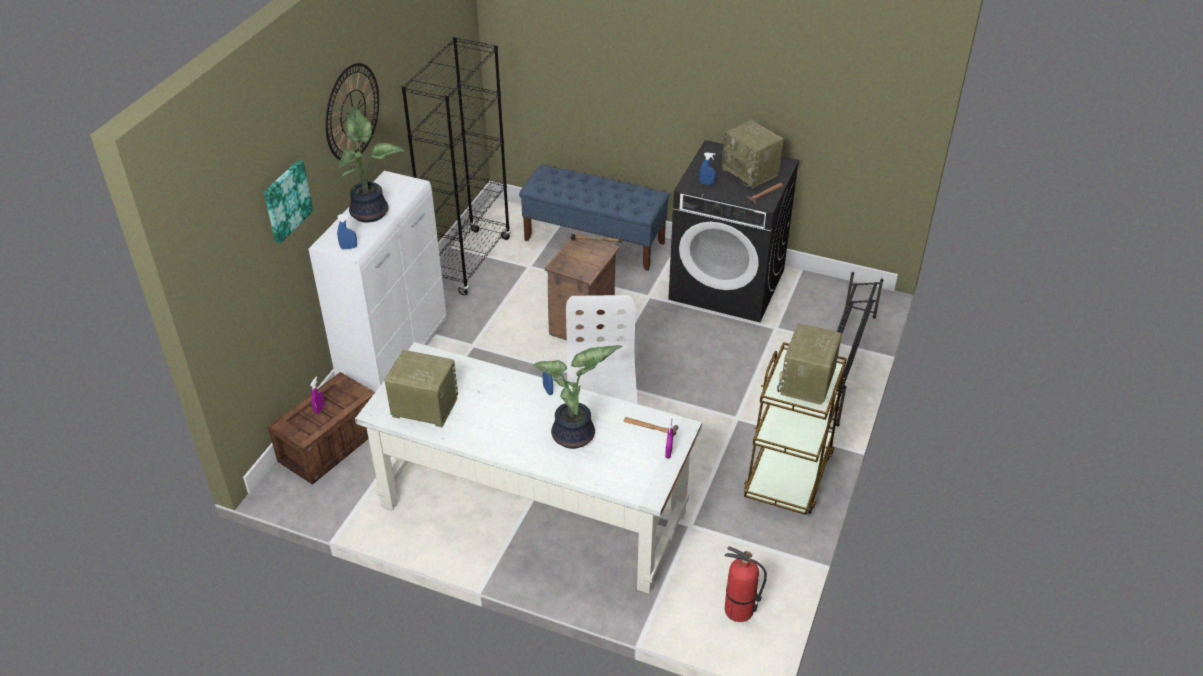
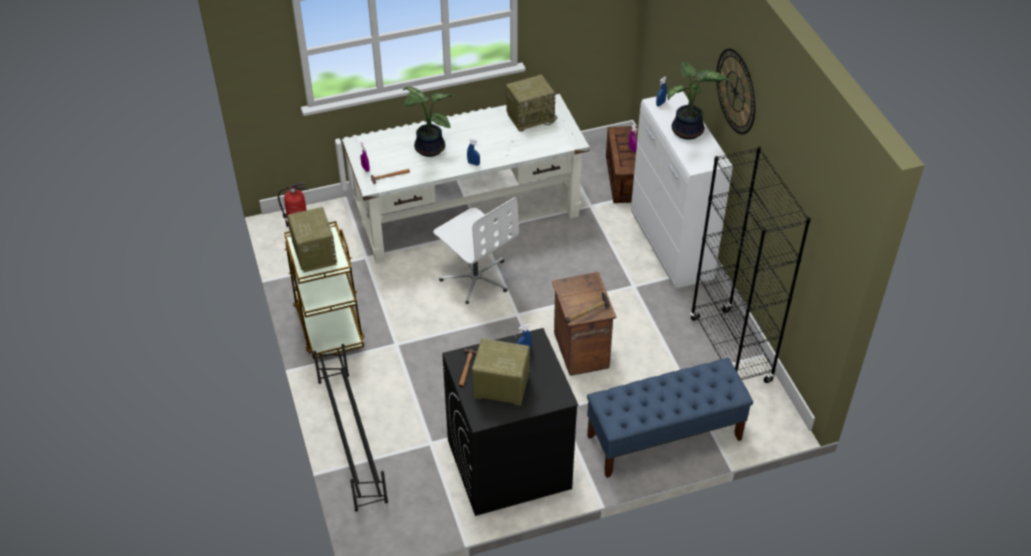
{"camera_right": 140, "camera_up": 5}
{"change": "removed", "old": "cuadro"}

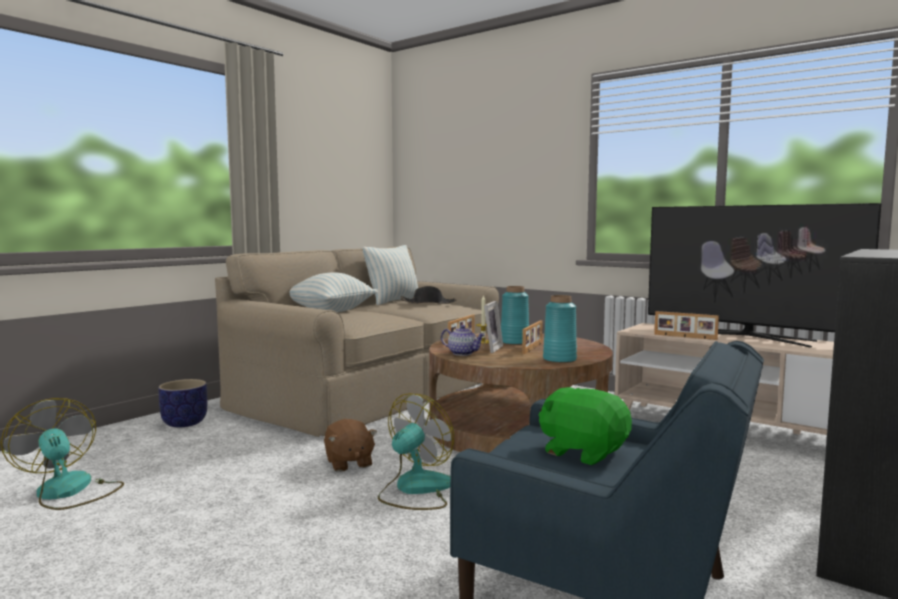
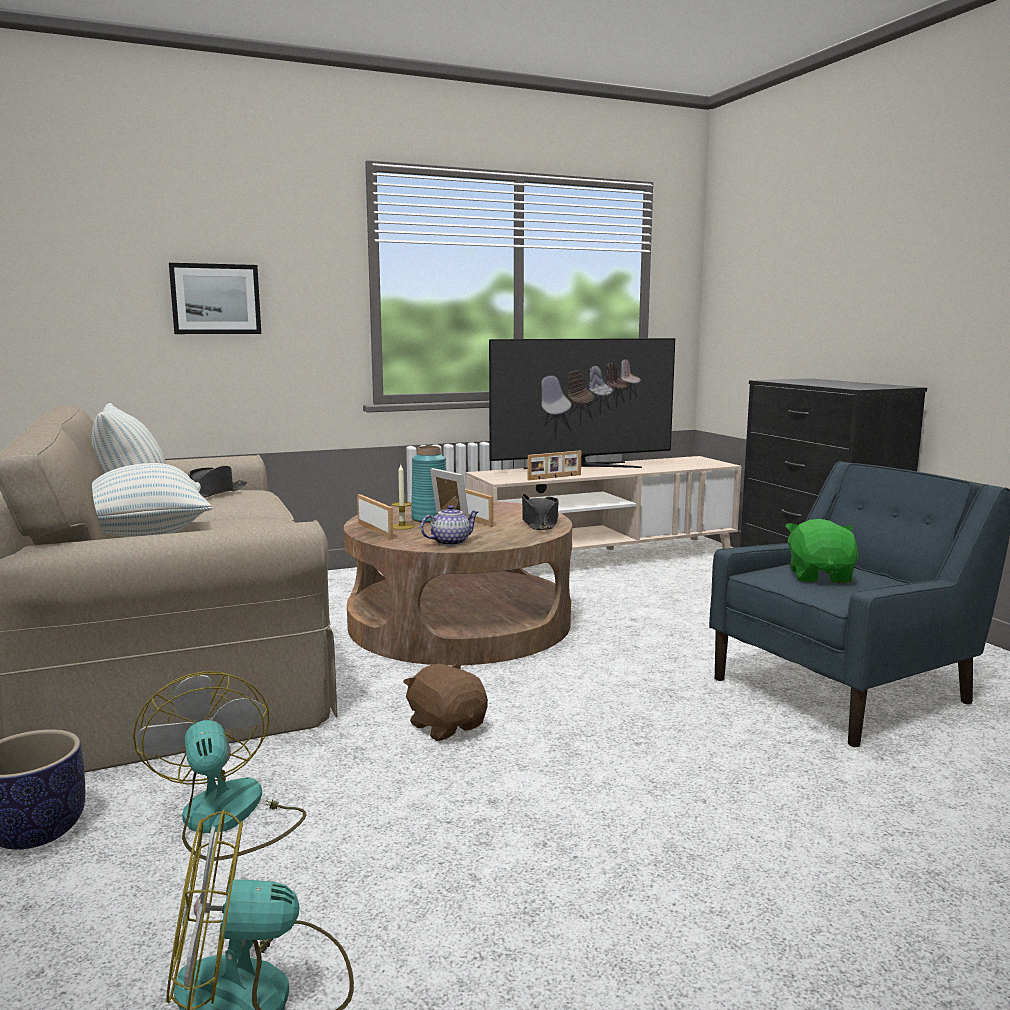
{"camera_right": -60, "camera_up": 5}
{"change": "turned", "old": "peluche [marrón]", "degrees": -135}
{"change": "moved", "old": "ventilador (2nd from left in the first image)", "new": "ventilador (1st from left)"}
{"change": "turned", "old": "peluche [verde]", "degrees": 120}
{"change": "replaced", "old": "florero [turquesa] (2nd from left)", "new": "sombrero [negro] (2nd from left)"}
{"change": "added", "new": "cuadro"}

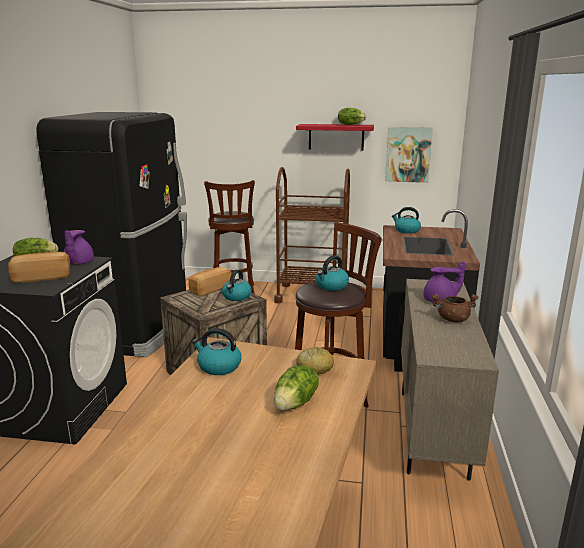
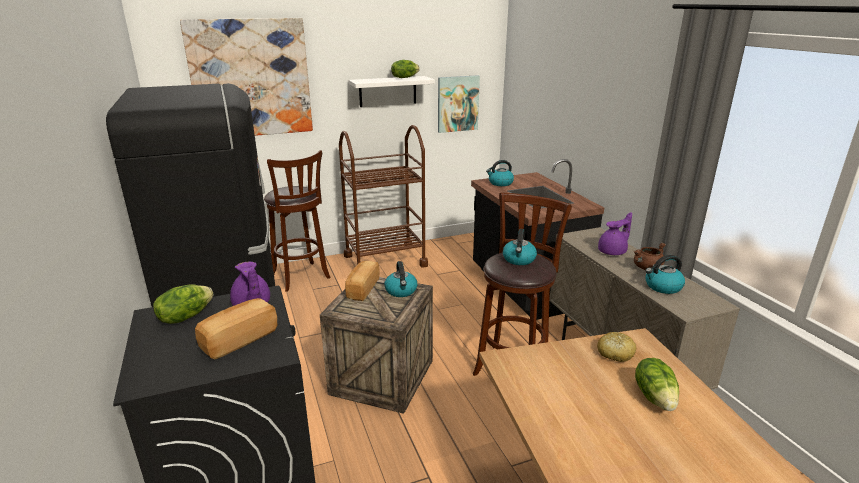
{"camera_right": -30, "camera_up": 5}
{"change": "moved", "old": "hervidor (1st from left in the first image)", "new": "hervidor (4th from left)"}
{"change": "recoloured", "old": "estante [rojo]", "new": "estante [blanco]"}
{"change": "added", "new": "cuadro (1st from left)"}

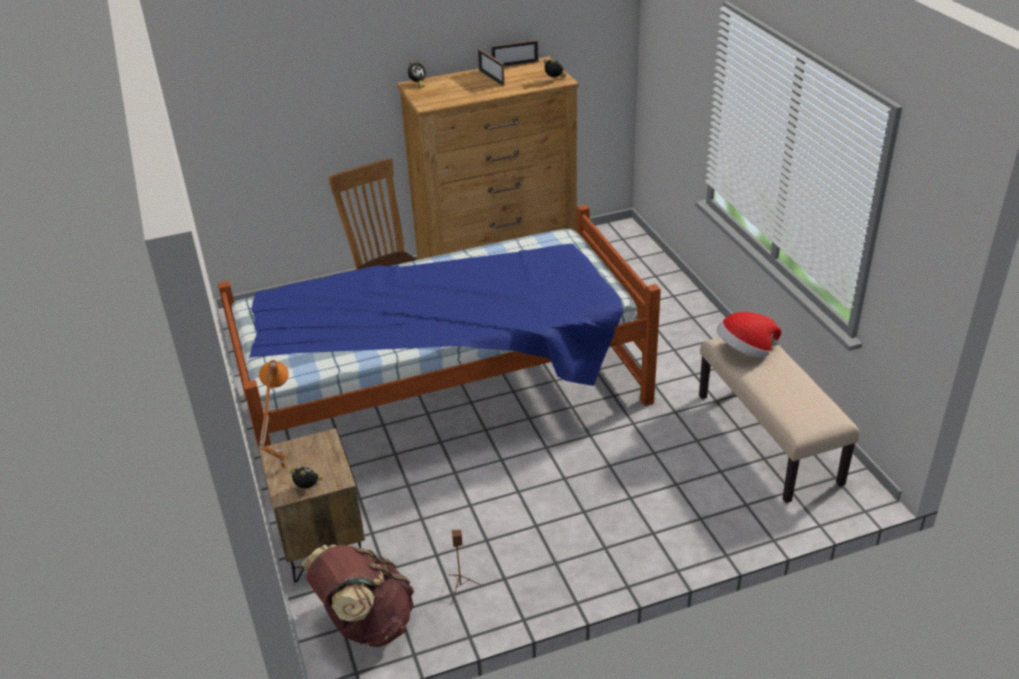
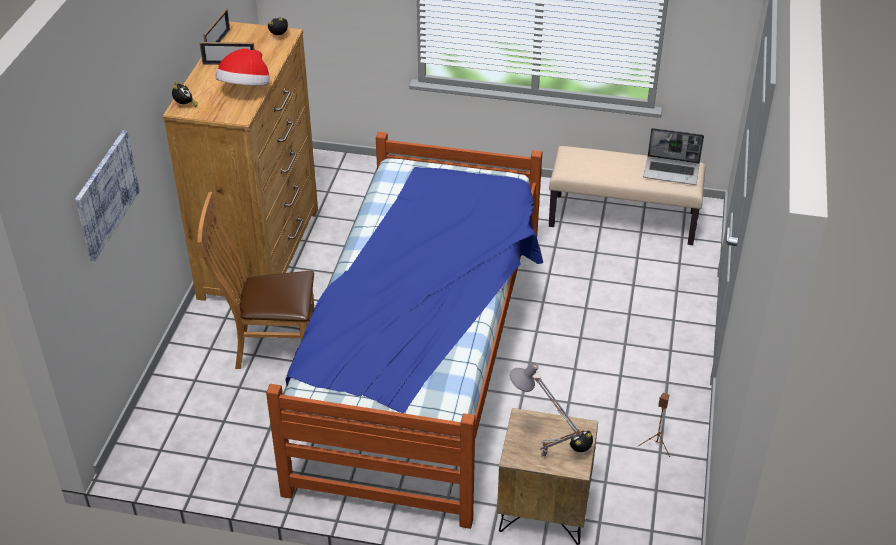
{"camera_right": -60, "camera_up": 5}
{"change": "recoloured", "old": "lámpara de mesa [naranja]", "new": "lámpara de mesa [gris]"}
{"change": "removed", "old": "mochila [marrón]"}
{"change": "moved", "old": "sombrero"}
{"change": "added", "new": "cuadro"}
{"change": "added", "new": "portátil"}

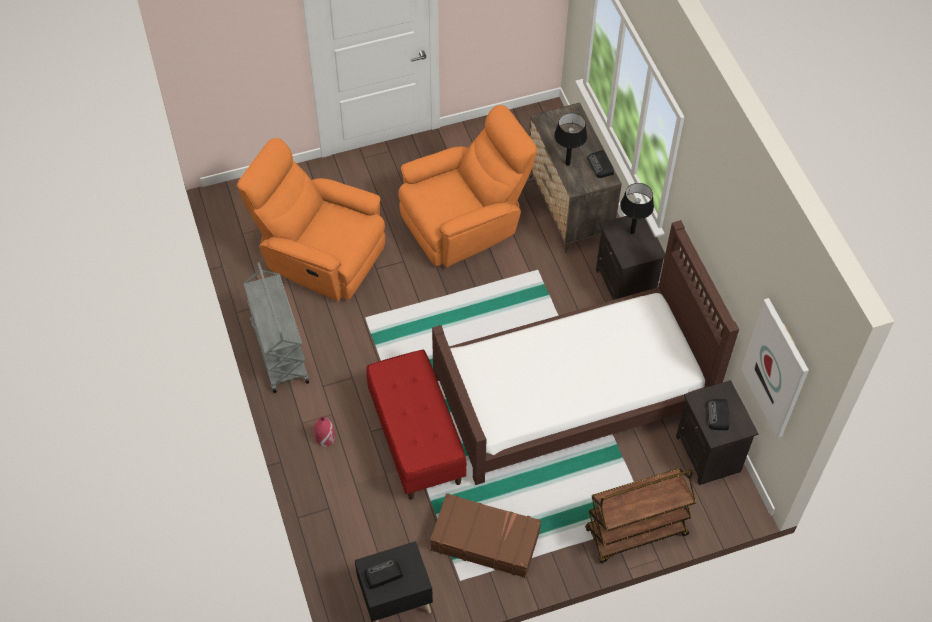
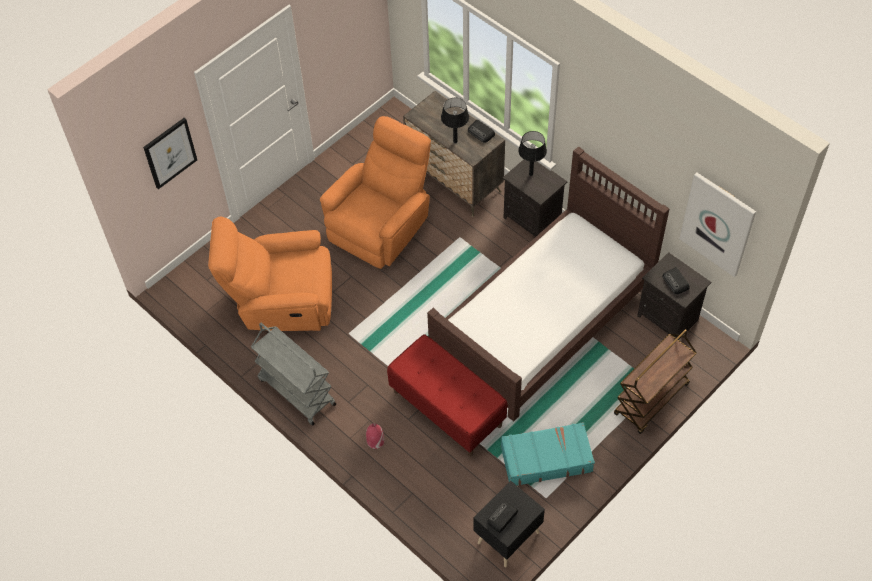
{"camera_right": -25, "camera_up": 0}
{"change": "recoloured", "old": "maleta [marrón]", "new": "maleta [turquesa]"}
{"change": "added", "new": "cuadro (1st from left)"}

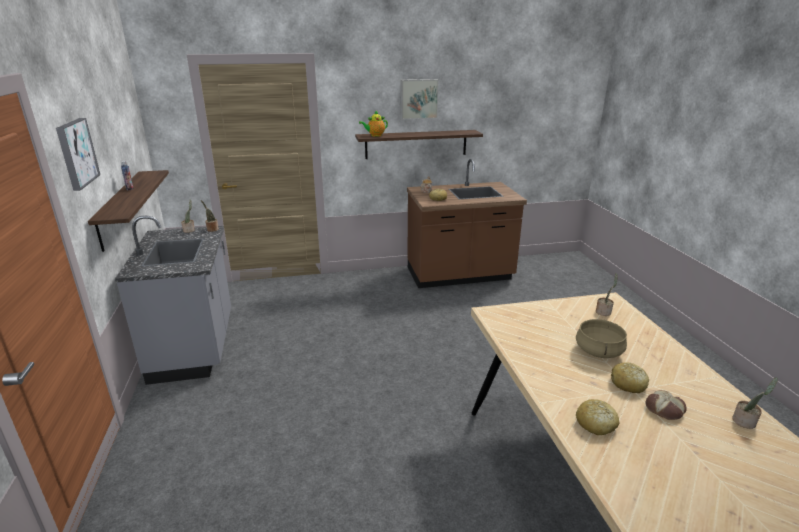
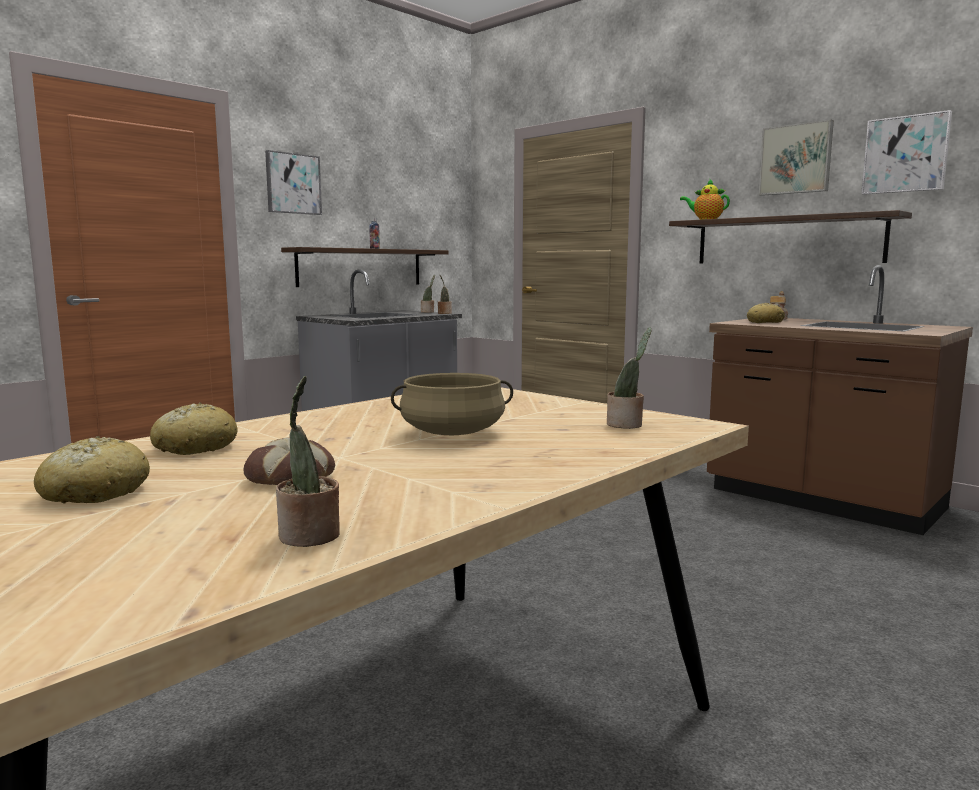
{"camera_right": 55, "camera_up": -15}
{"change": "moved", "old": "pan (3rd from left in the first image)", "new": "pan (1st from left)"}
{"change": "added", "new": "cuadro (3rd from left)"}

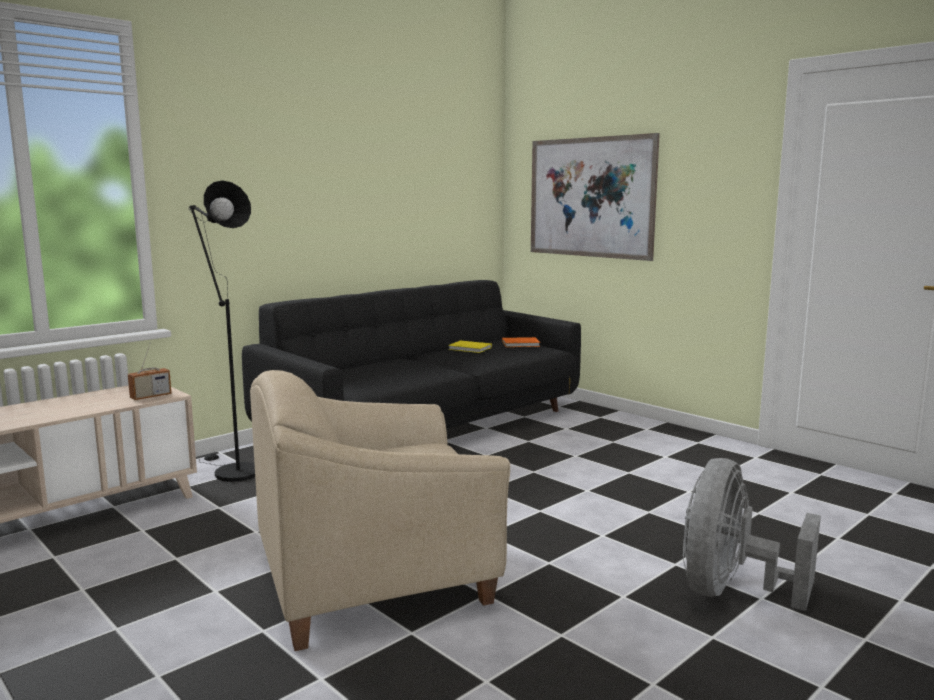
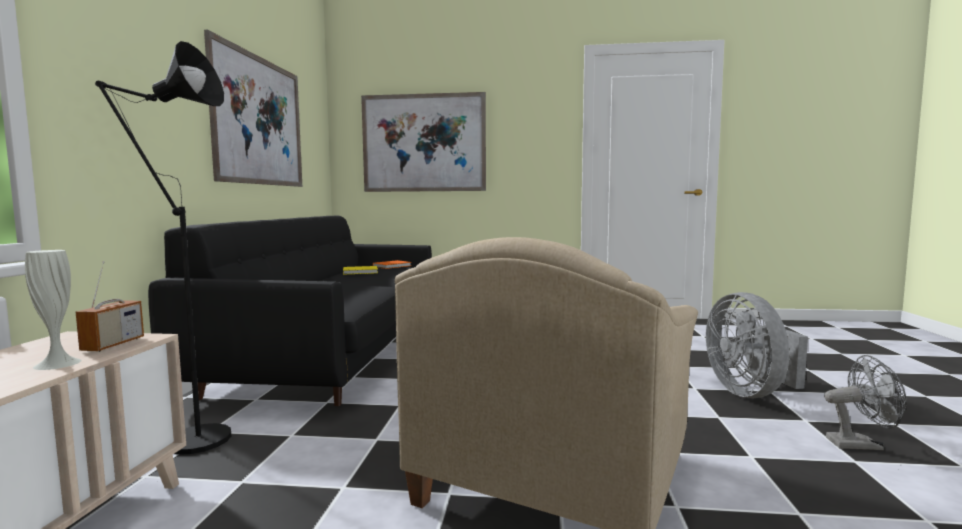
{"camera_right": -40, "camera_up": -5}
{"change": "added", "new": "florero [blanco]"}
{"change": "added", "new": "cuadro (1st from left)"}
{"change": "added", "new": "ventilador [gris] (2nd from left)"}

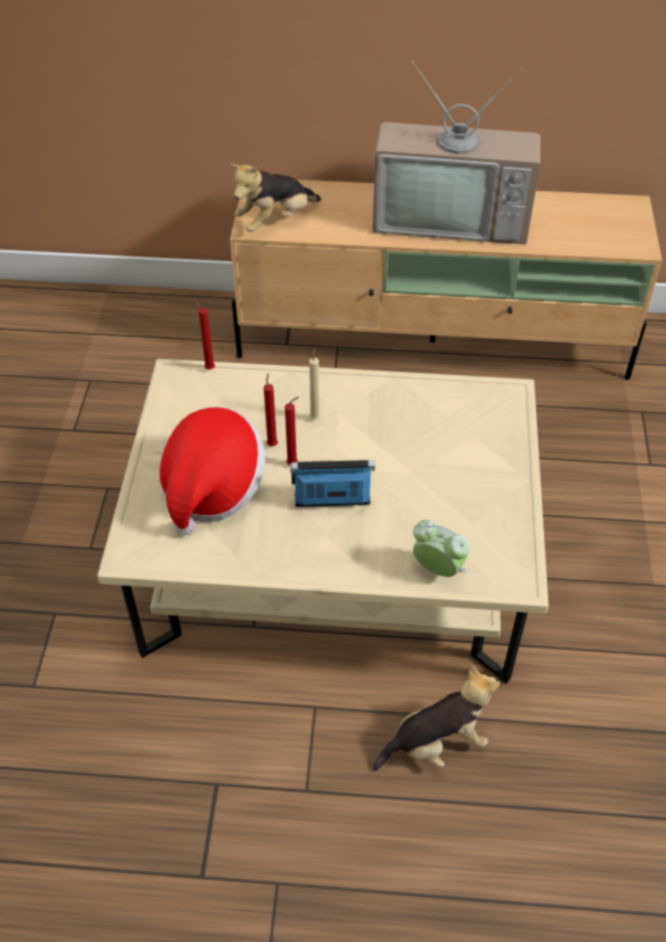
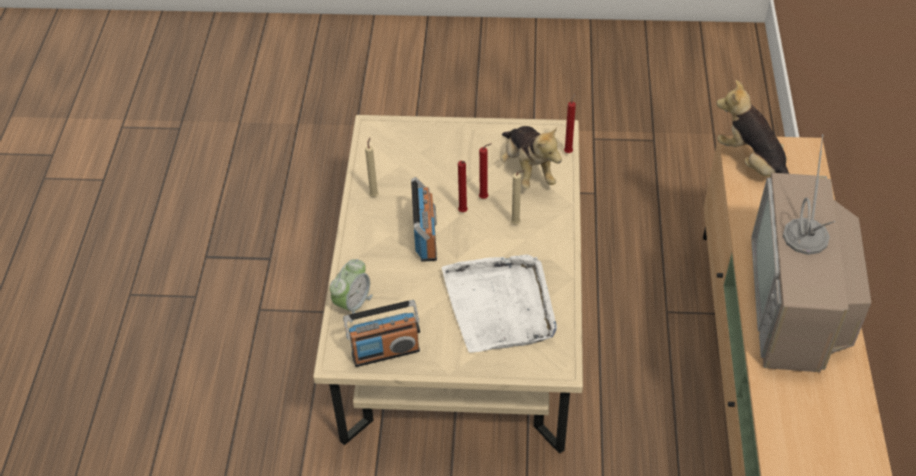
{"camera_right": 90, "camera_up": 0}
{"change": "removed", "old": "sombrero"}
{"change": "moved", "old": "peluche (2nd from left in the first image)", "new": "peluche (1st from left)"}
{"change": "added", "new": "radio (1st from left)"}
{"change": "added", "new": "vela [beis] (1st from left)"}
{"change": "added", "new": "bandeja [blanco]"}

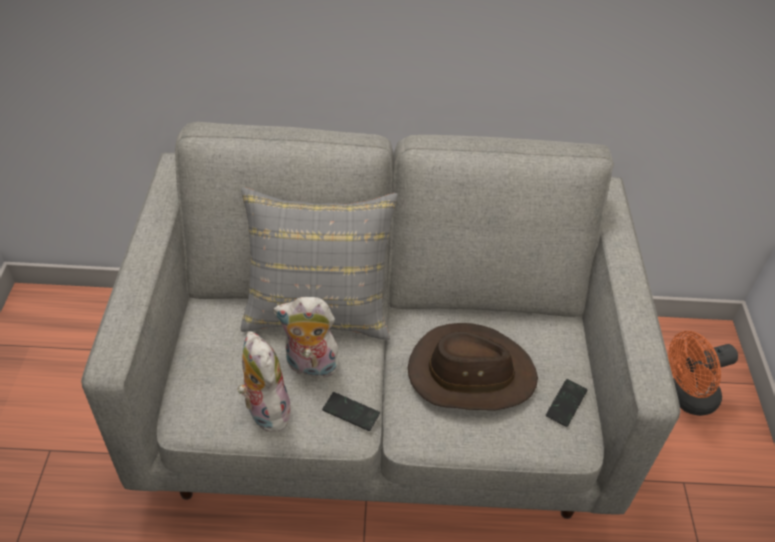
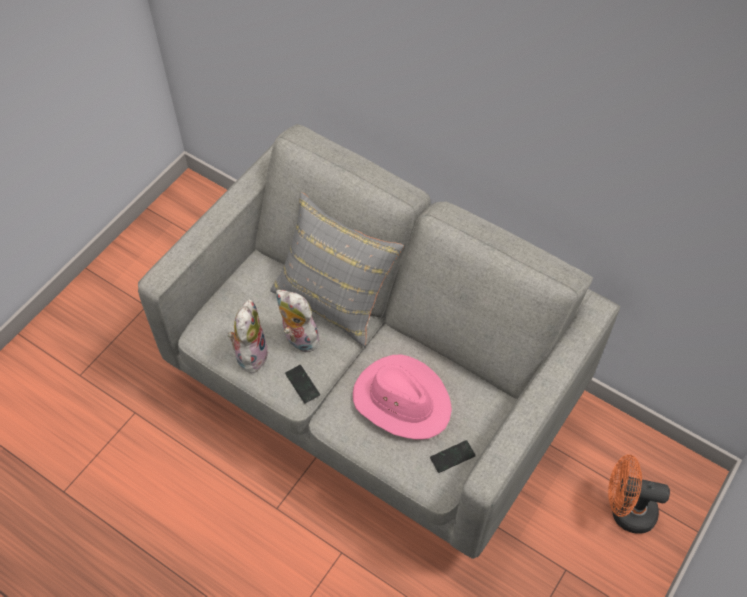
{"camera_right": 35, "camera_up": 10}
{"change": "recoloured", "old": "sombrero [marrón]", "new": "sombrero [rosa]"}

